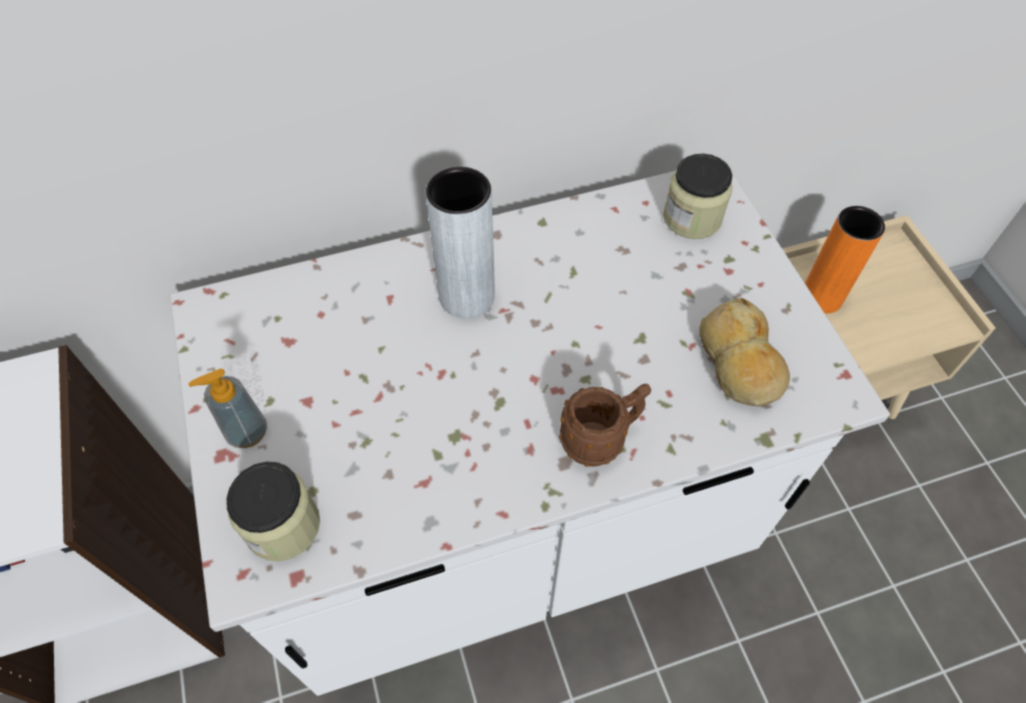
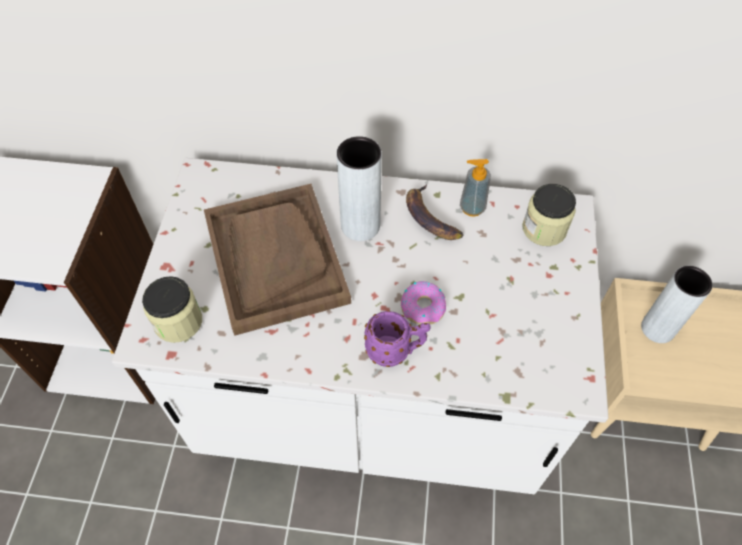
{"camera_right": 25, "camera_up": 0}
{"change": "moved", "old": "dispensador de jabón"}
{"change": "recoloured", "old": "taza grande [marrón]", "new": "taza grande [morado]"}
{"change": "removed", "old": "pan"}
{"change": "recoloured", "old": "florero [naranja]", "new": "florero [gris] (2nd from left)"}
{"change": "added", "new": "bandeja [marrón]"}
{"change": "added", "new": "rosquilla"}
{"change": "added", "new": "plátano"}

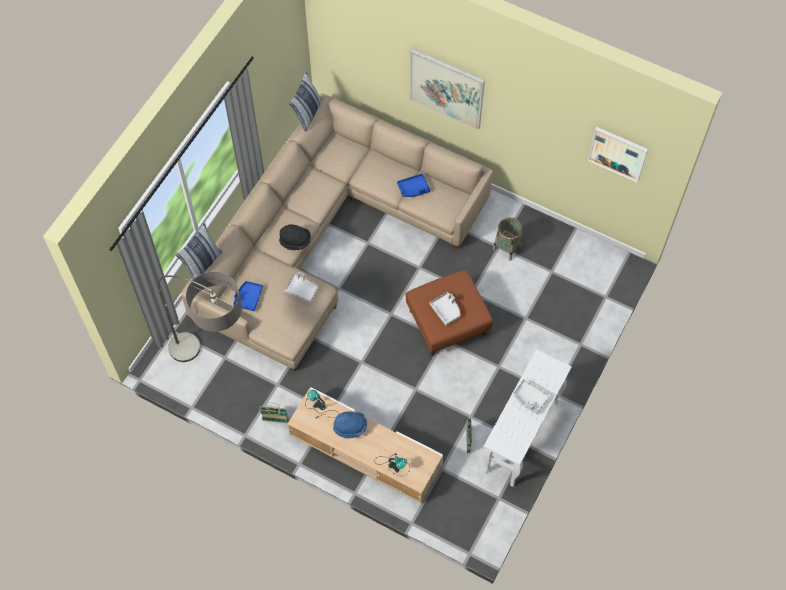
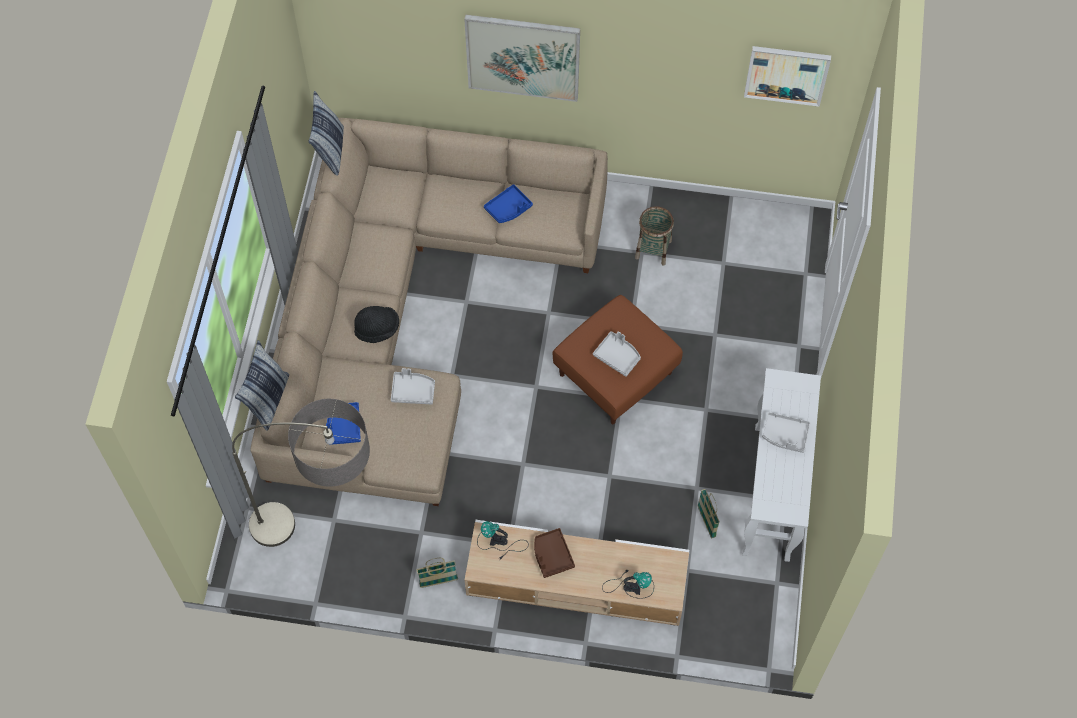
{"camera_right": -20, "camera_up": 0}
{"change": "replaced", "old": "sombrero [azul]", "new": "bandeja [marrón]"}

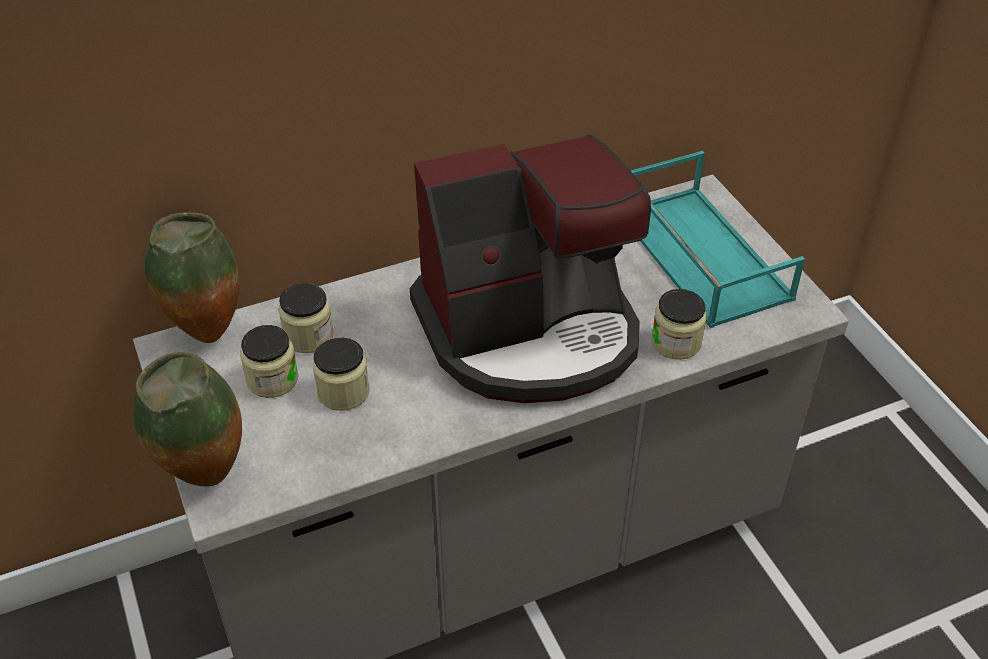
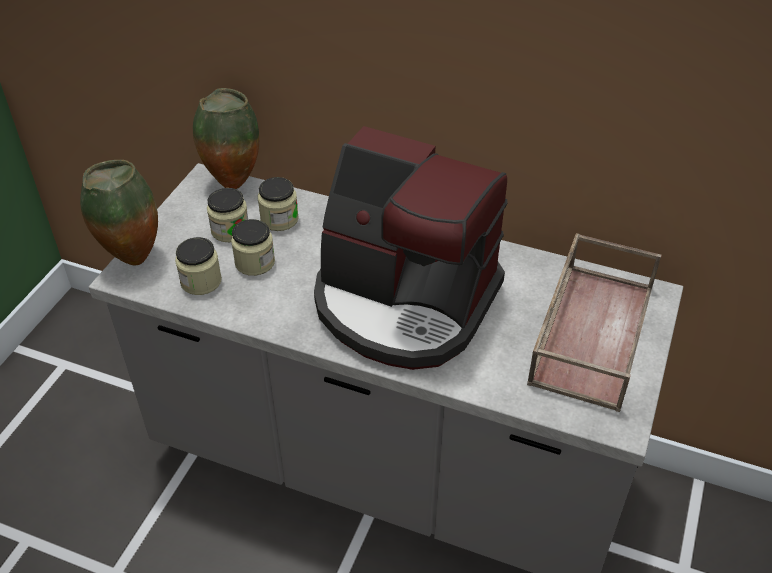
{"camera_right": 45, "camera_up": 0}
{"change": "recoloured", "old": "bandeja [turquesa]", "new": "bandeja [marrón]"}
{"change": "moved", "old": "tarro (4th from left in the first image)", "new": "tarro (1st from left)"}

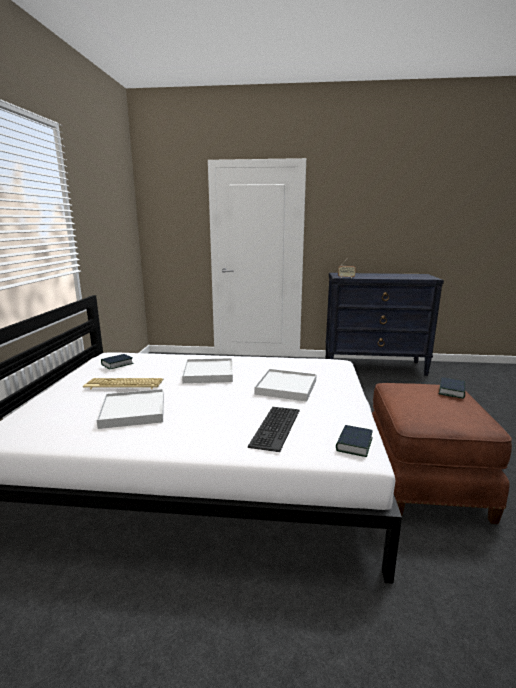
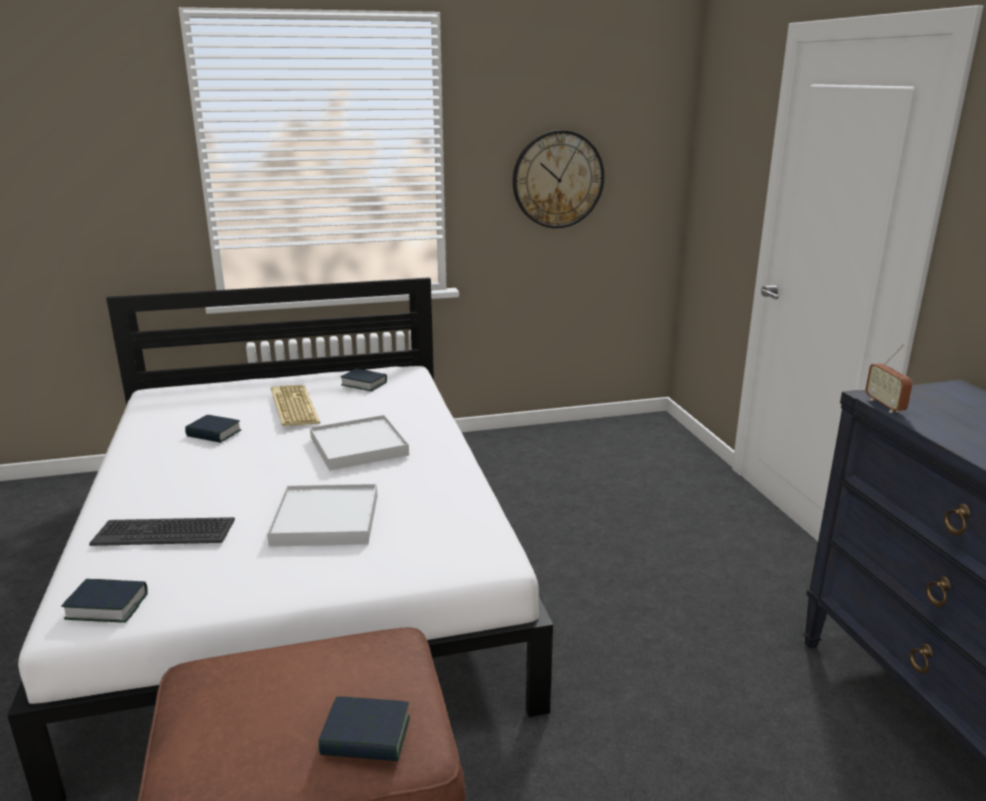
{"camera_right": 70, "camera_up": 5}
{"change": "replaced", "old": "bandeja [blanco] (1st from left)", "new": "libro (2nd from left)"}
{"change": "added", "new": "reloj de pared"}

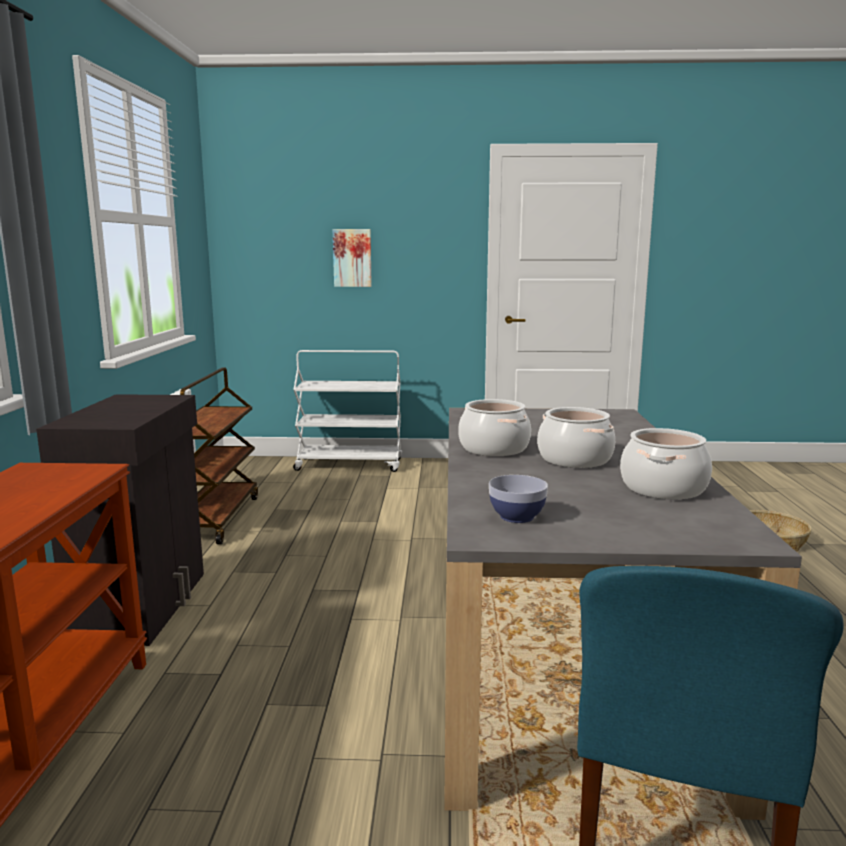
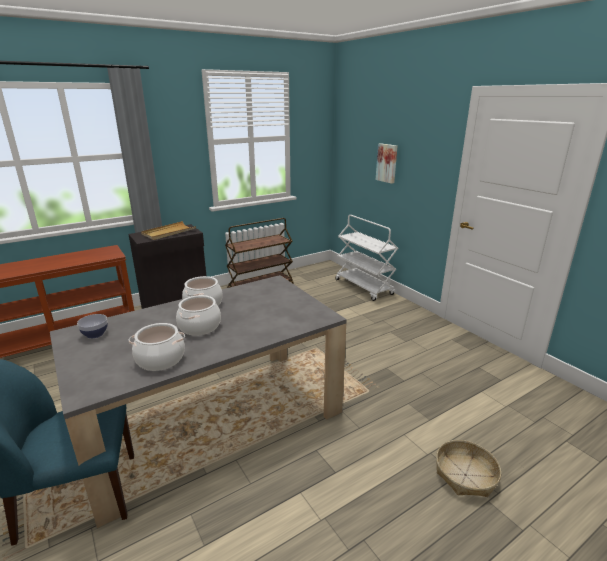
{"camera_right": 55, "camera_up": 10}
{"change": "added", "new": "bandeja [beis]"}

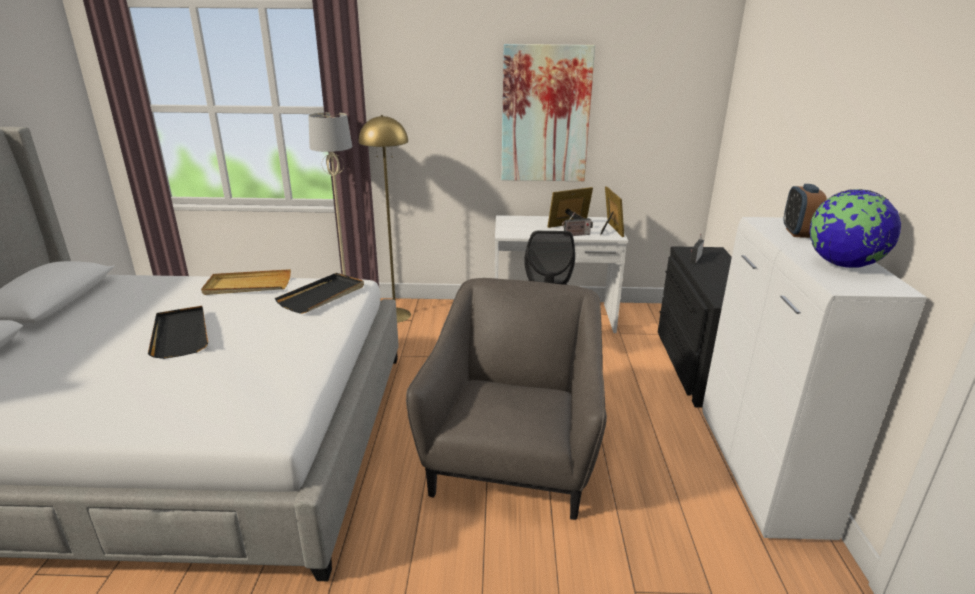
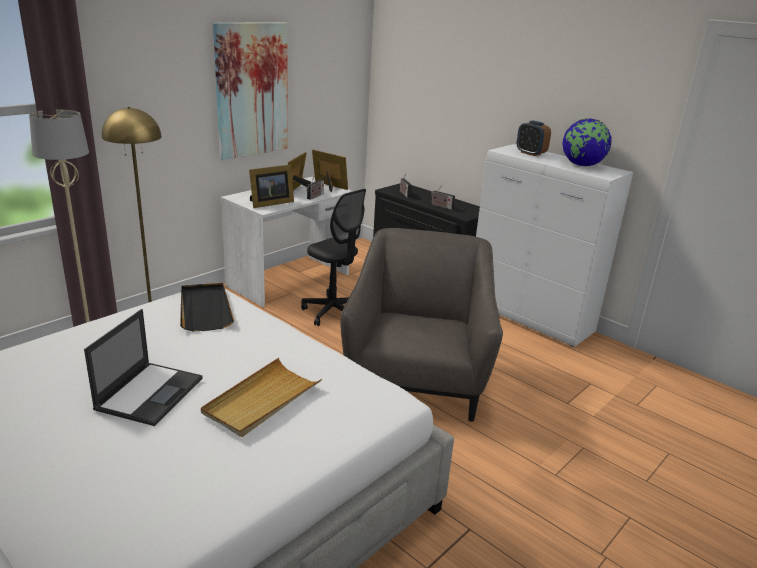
{"camera_right": -50, "camera_up": 0}
{"change": "replaced", "old": "bandeja [negro] (1st from left)", "new": "portátil"}
{"change": "moved", "old": "bandeja [beis]"}
{"change": "turned", "old": "sillón [gris]", "degrees": 45}
{"change": "added", "new": "portarretratos (1st from left)"}
{"change": "added", "new": "radio (3rd from left)"}

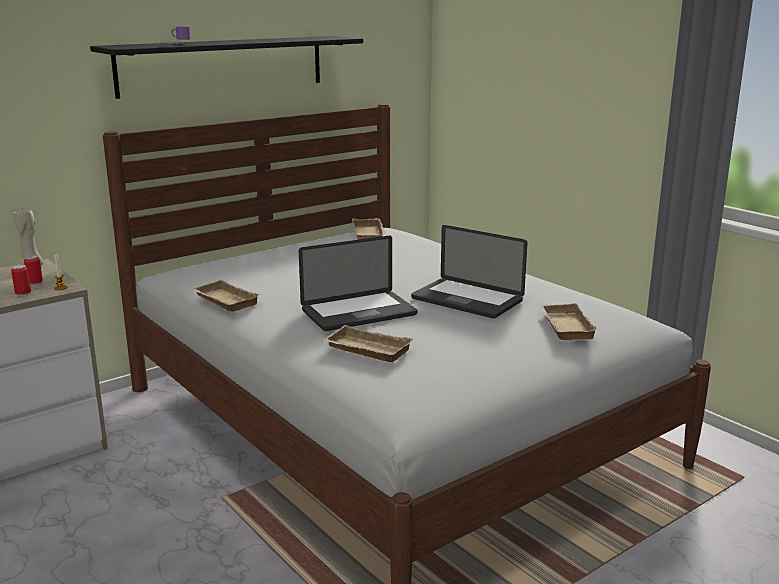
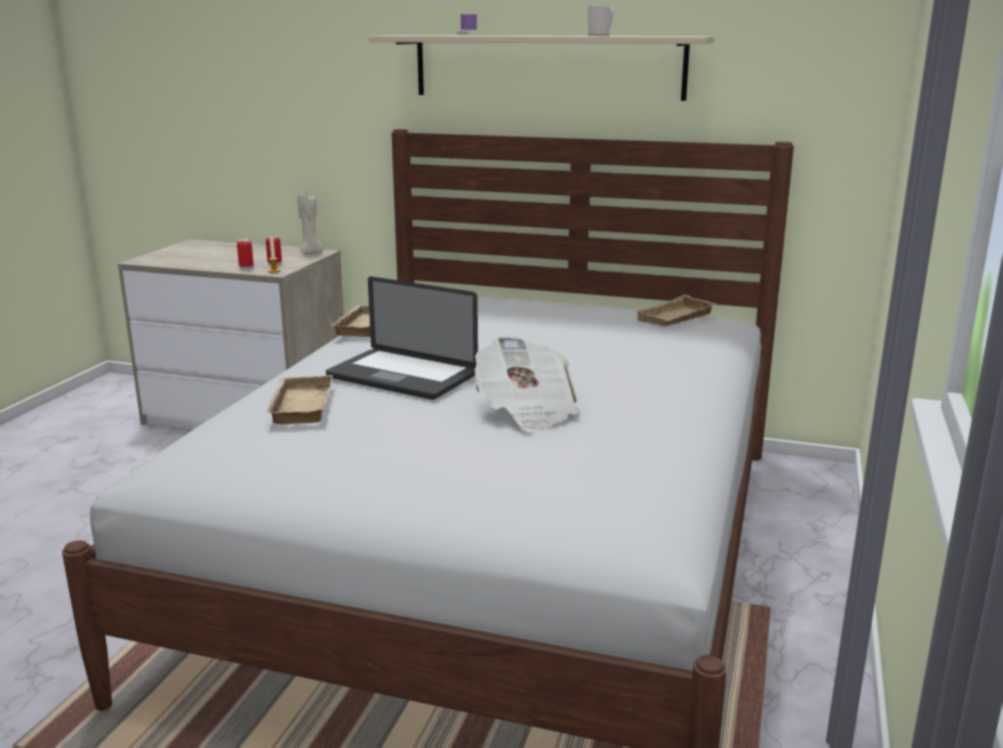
{"camera_right": 55, "camera_up": 0}
{"change": "recoloured", "old": "estante [negro]", "new": "estante [beis]"}
{"change": "replaced", "old": "portátil (2nd from left)", "new": "periódico"}
{"change": "removed", "old": "bandeja [beis] (4th from left)"}
{"change": "added", "new": "taza grande (2nd from left)"}

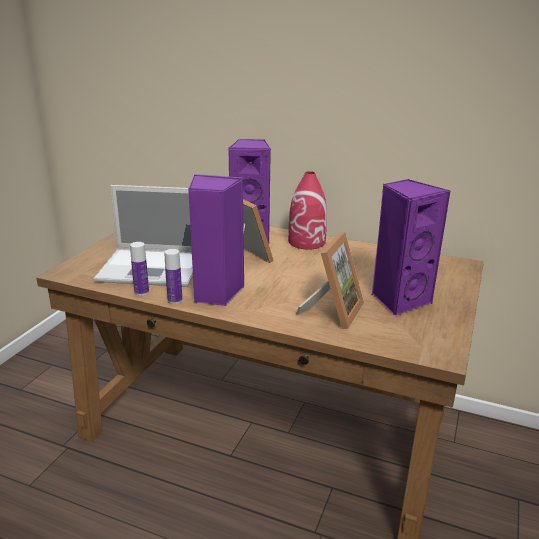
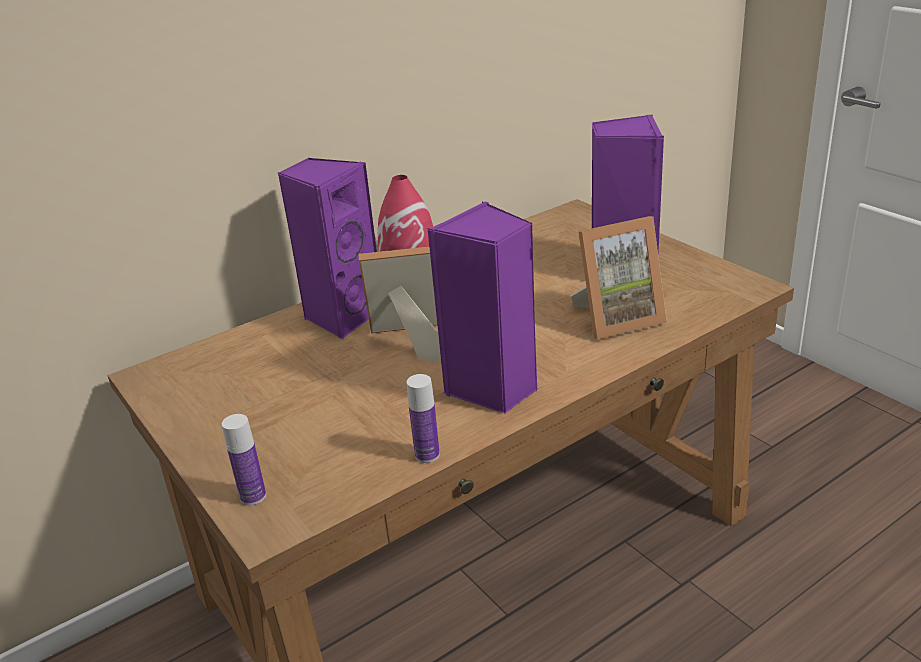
{"camera_right": -55, "camera_up": 5}
{"change": "removed", "old": "portátil"}
{"change": "moved", "old": "botella (2nd from left in the first image)", "new": "botella (1st from left)"}
{"change": "turned", "old": "portarretratos (2nd from left)", "degrees": 105}

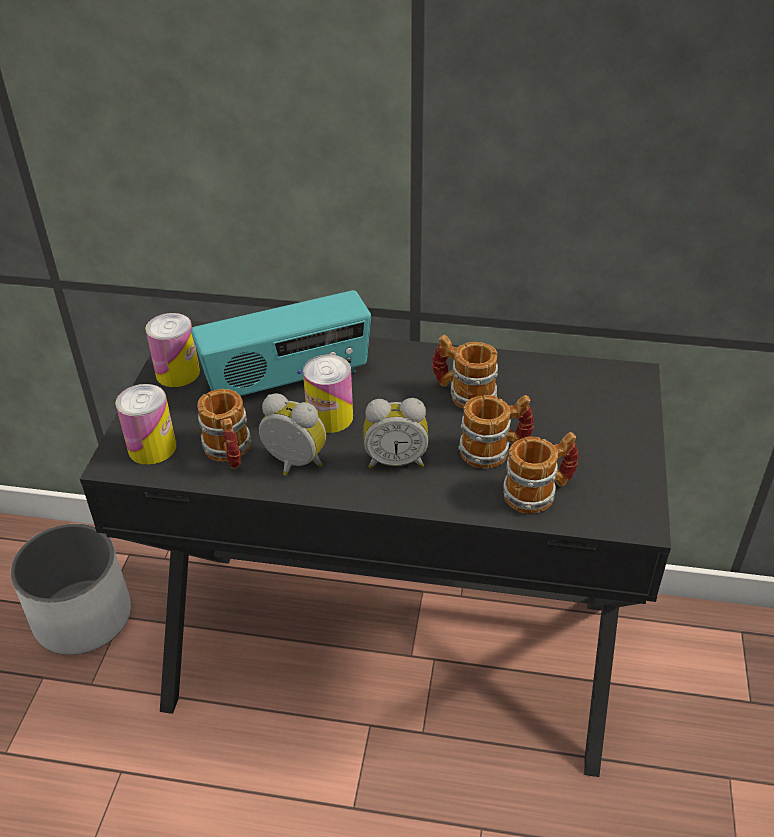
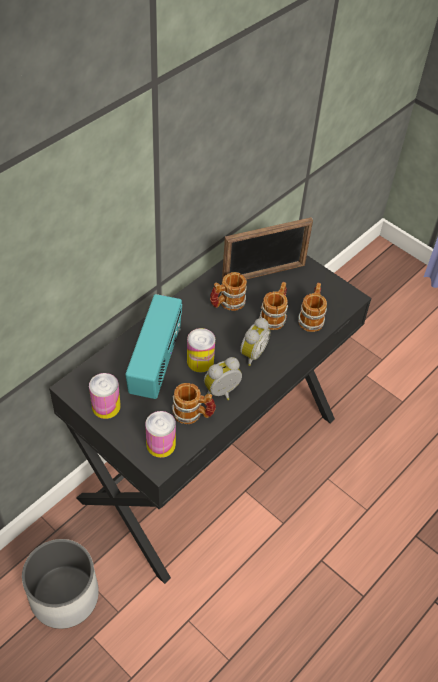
{"camera_right": -60, "camera_up": 10}
{"change": "added", "new": "portarretratos"}

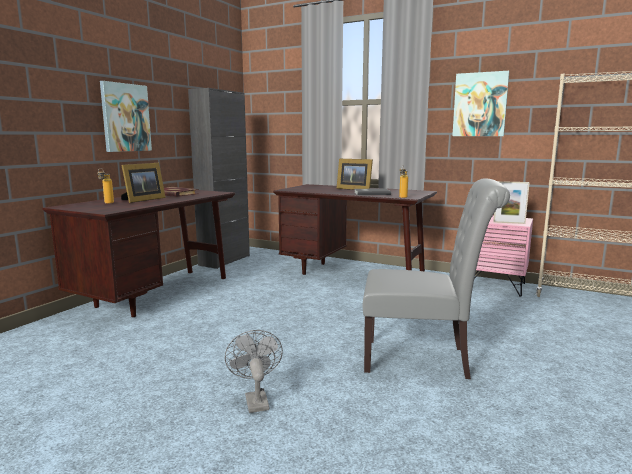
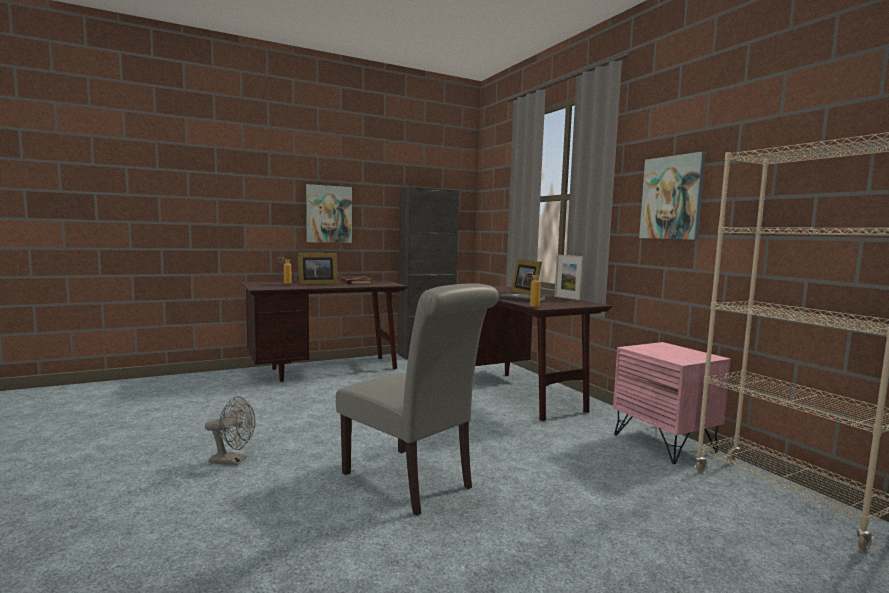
{"camera_right": 35, "camera_up": -5}
{"change": "turned", "old": "ventilador [gris]", "degrees": 75}
{"change": "moved", "old": "portarretratos (3rd from left)"}

